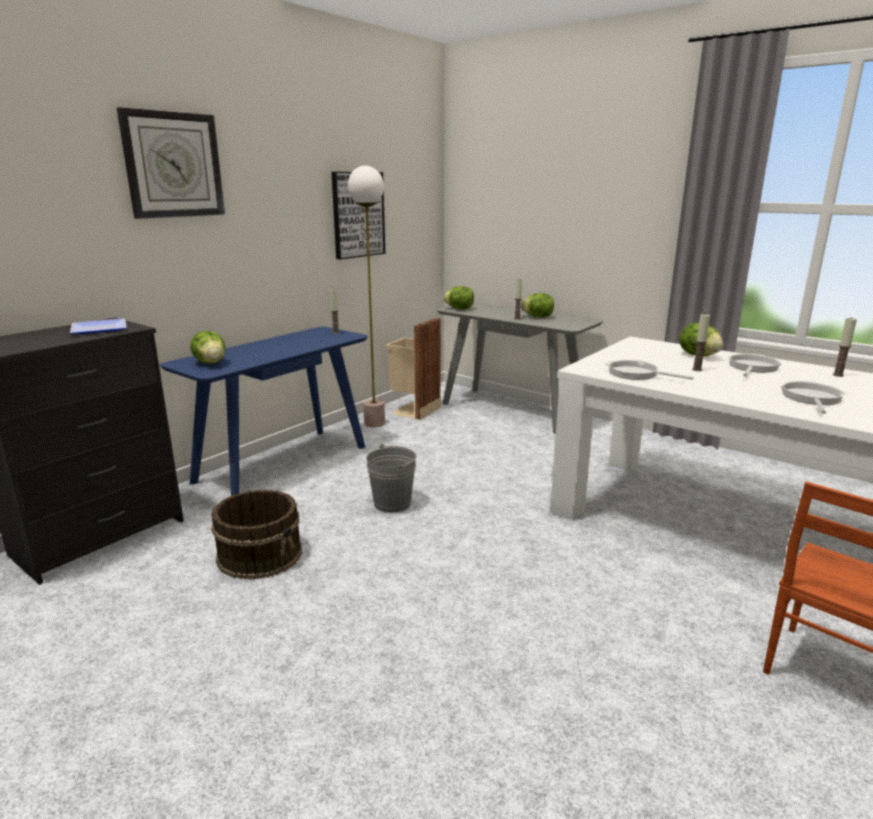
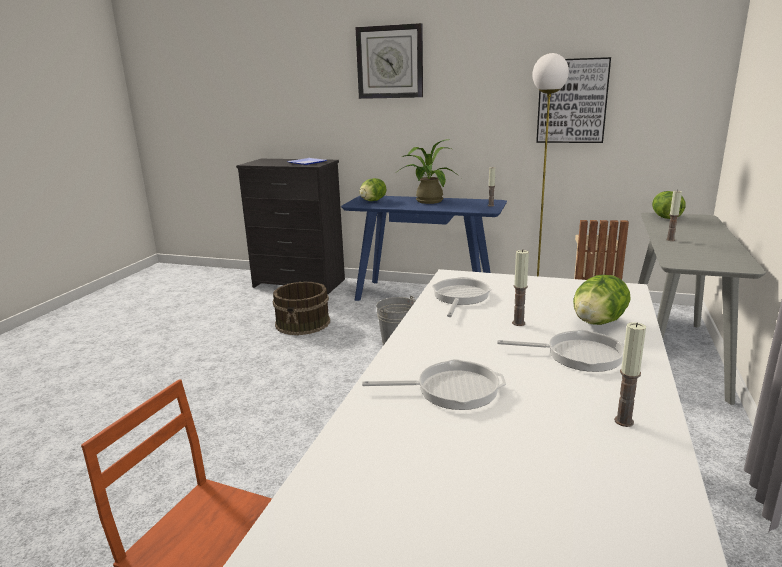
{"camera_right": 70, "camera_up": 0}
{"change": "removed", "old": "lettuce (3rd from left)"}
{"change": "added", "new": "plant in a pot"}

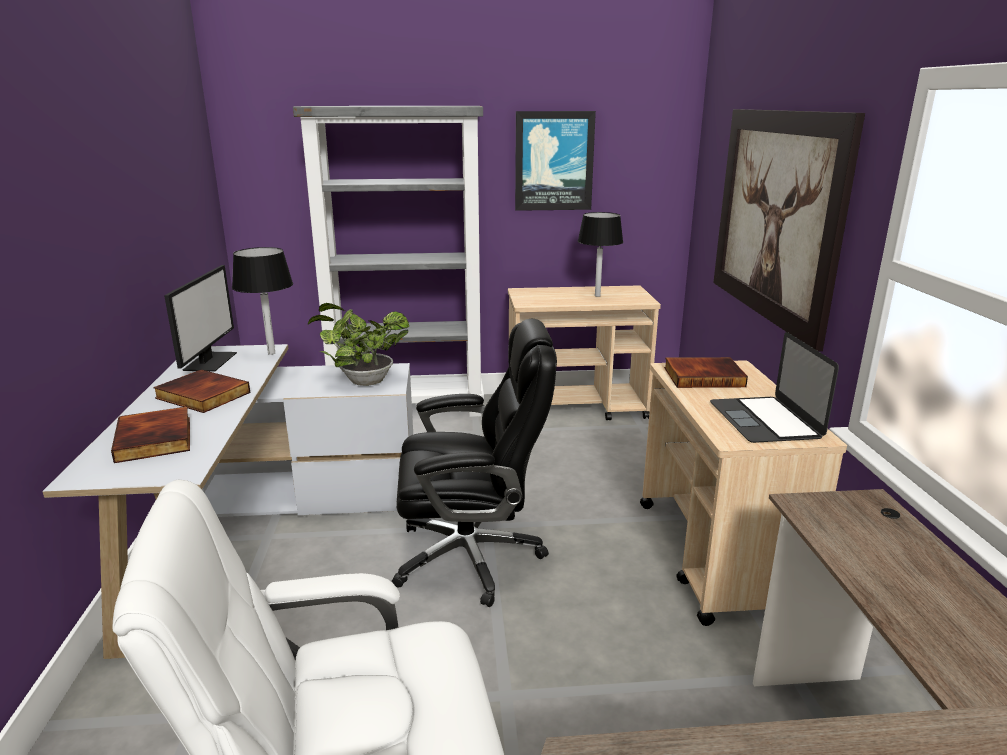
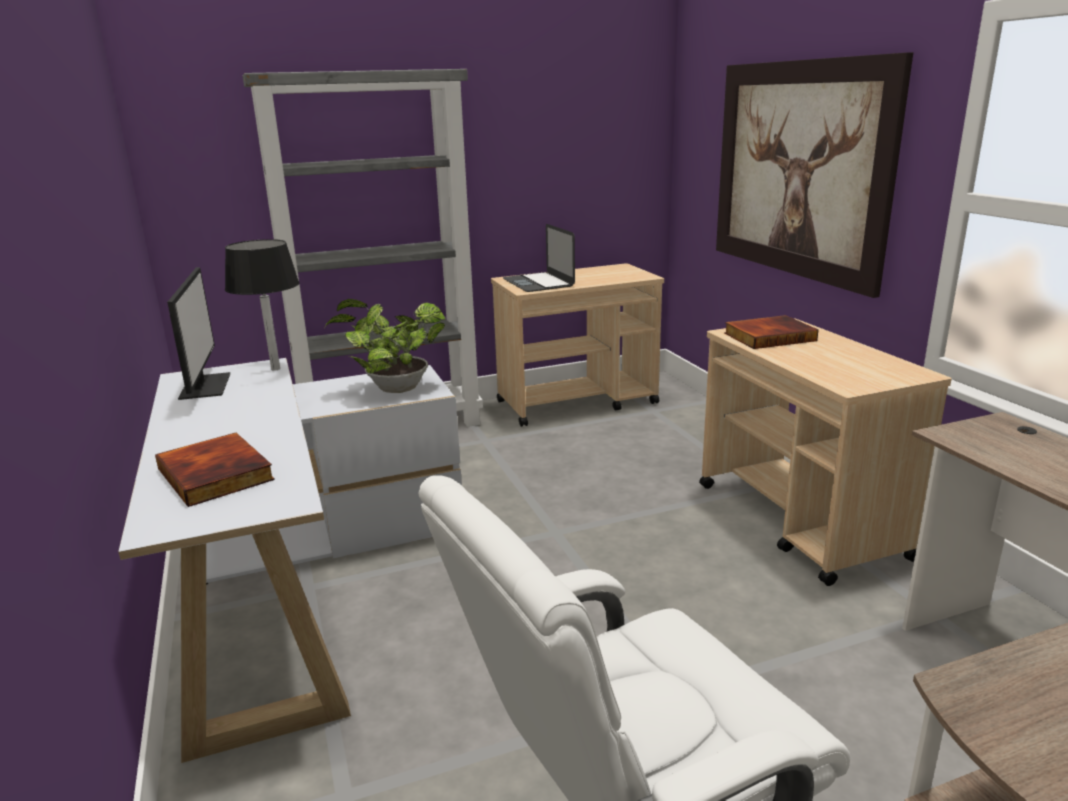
{"camera_right": -15, "camera_up": 0}
{"change": "removed", "old": "wall art (1st from left)"}
{"change": "removed", "old": "blackish lamp for a table (2nd from left)"}
{"change": "removed", "old": "blackish office chair"}
{"change": "moved", "old": "portable computer"}
{"change": "removed", "old": "bound book (2nd from left)"}

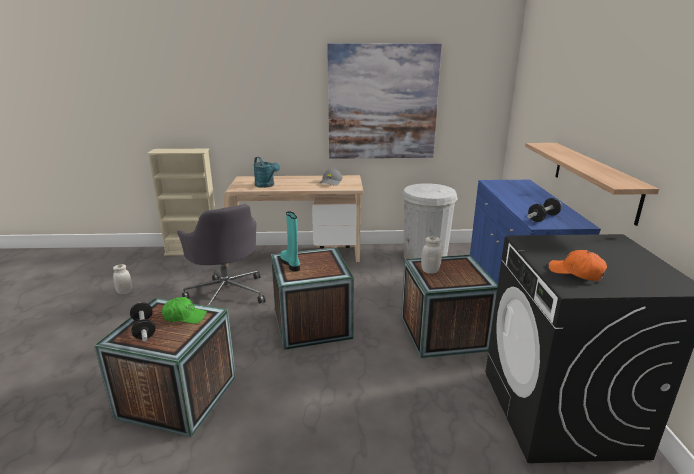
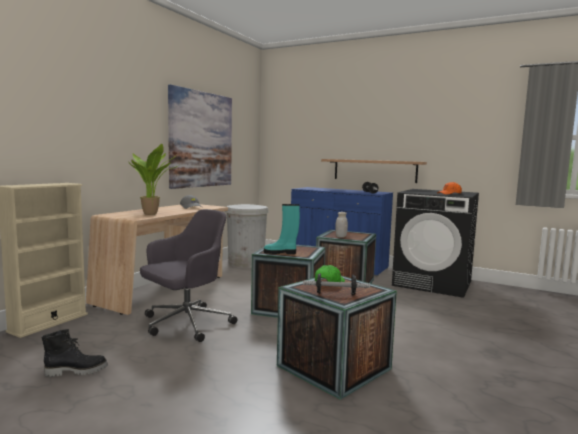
{"camera_right": -60, "camera_up": -15}
{"change": "replaced", "old": "turquoise watering can", "new": "plant in a pot"}
{"change": "turned", "old": "gray office chair", "degrees": -45}
{"change": "replaced", "old": "white-coloured storage jar (1st from left)", "new": "blackish tall boot"}

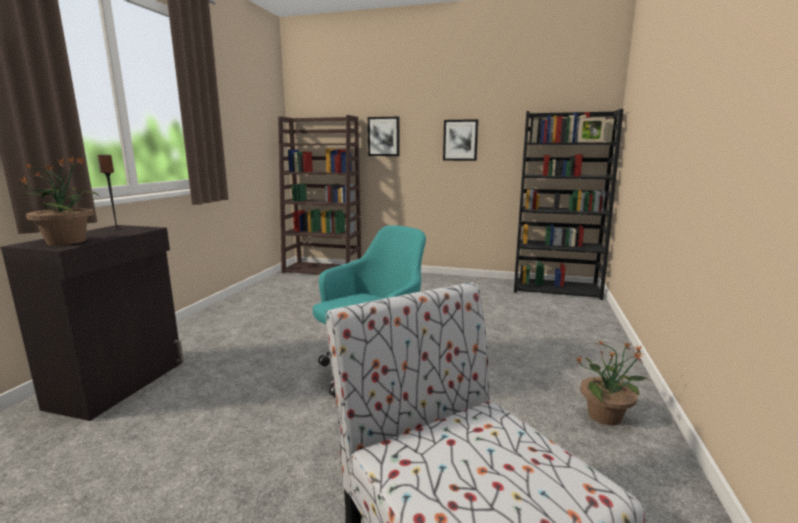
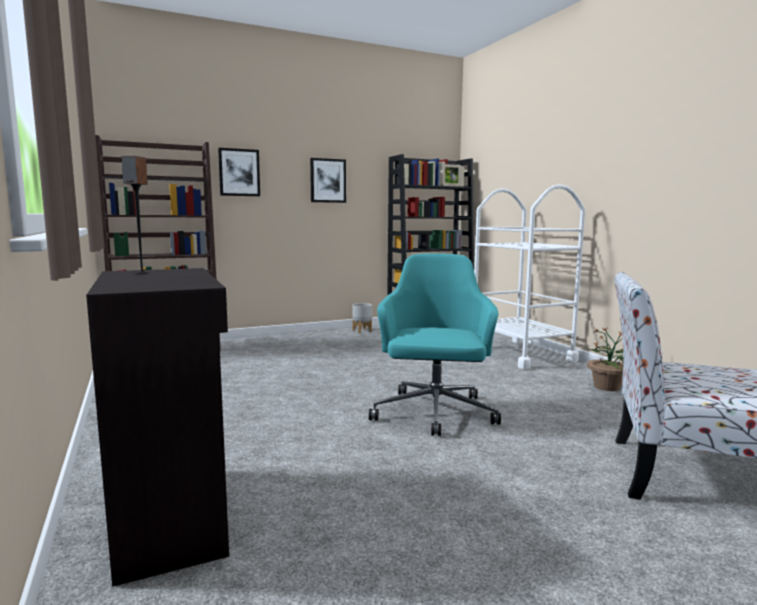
{"camera_right": -40, "camera_up": -5}
{"change": "removed", "old": "plant in a pot (1st from left)"}
{"change": "added", "new": "white-coloured trolley"}
{"change": "added", "new": "gray plant pot"}

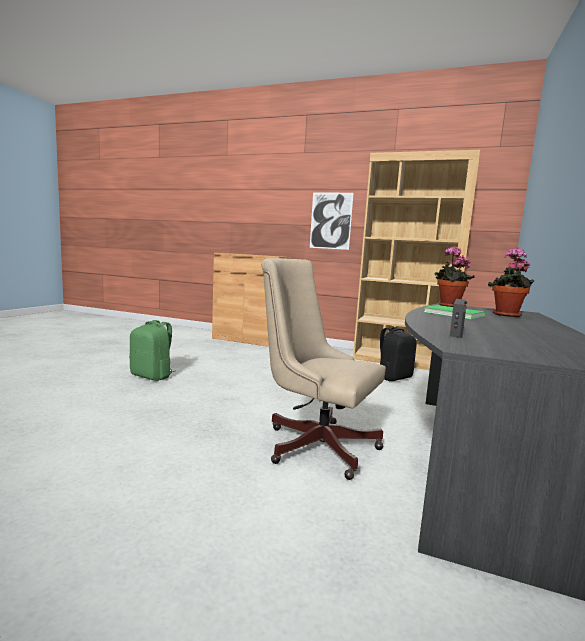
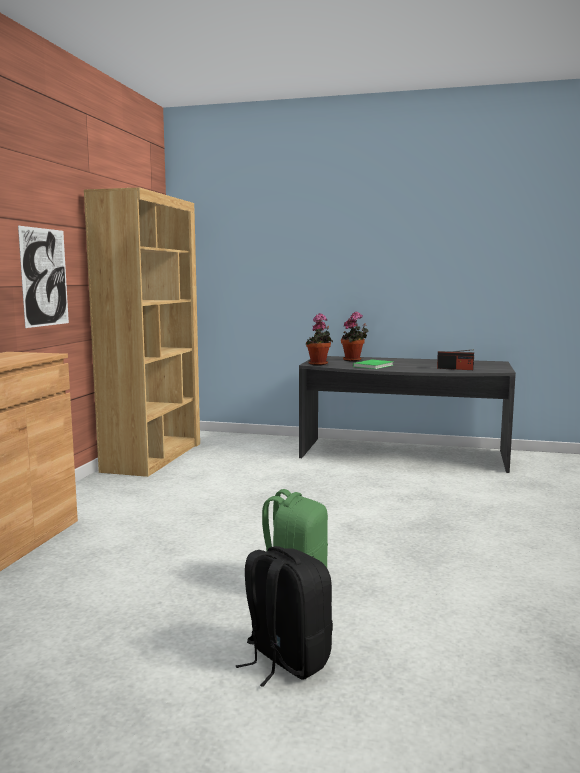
{"camera_right": -95, "camera_up": 0}
{"change": "removed", "old": "beige-coloured office chair"}
{"change": "moved", "old": "blackish backpack"}

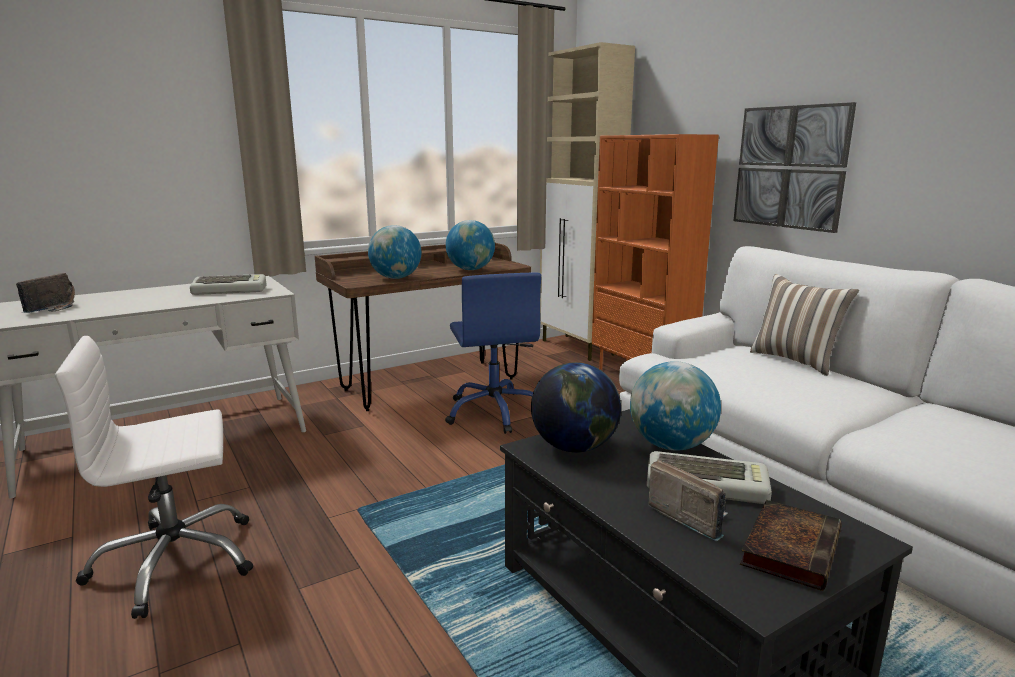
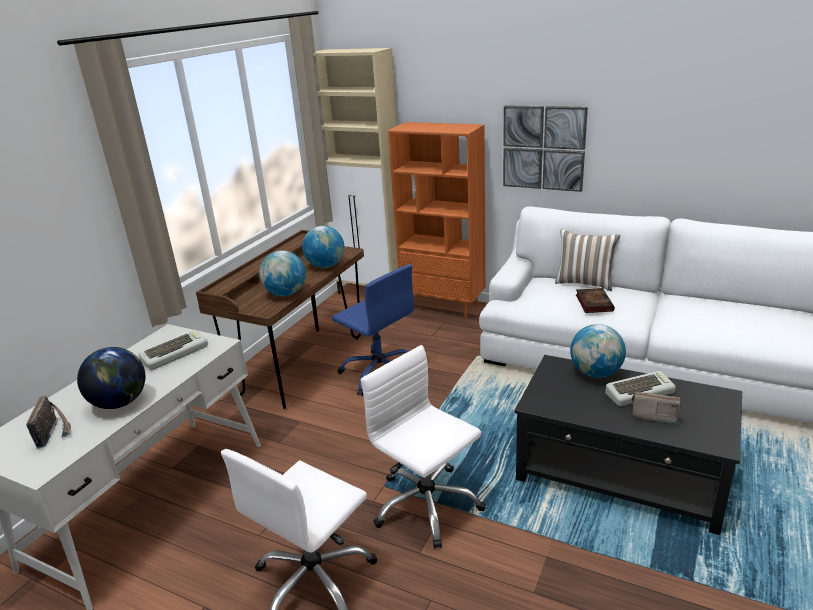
{"camera_right": -30, "camera_up": 10}
{"change": "moved", "old": "desk globe (3rd from left in the first image)", "new": "desk globe (1st from left)"}
{"change": "moved", "old": "bound book"}
{"change": "added", "new": "white-coloured office chair (2nd from left)"}

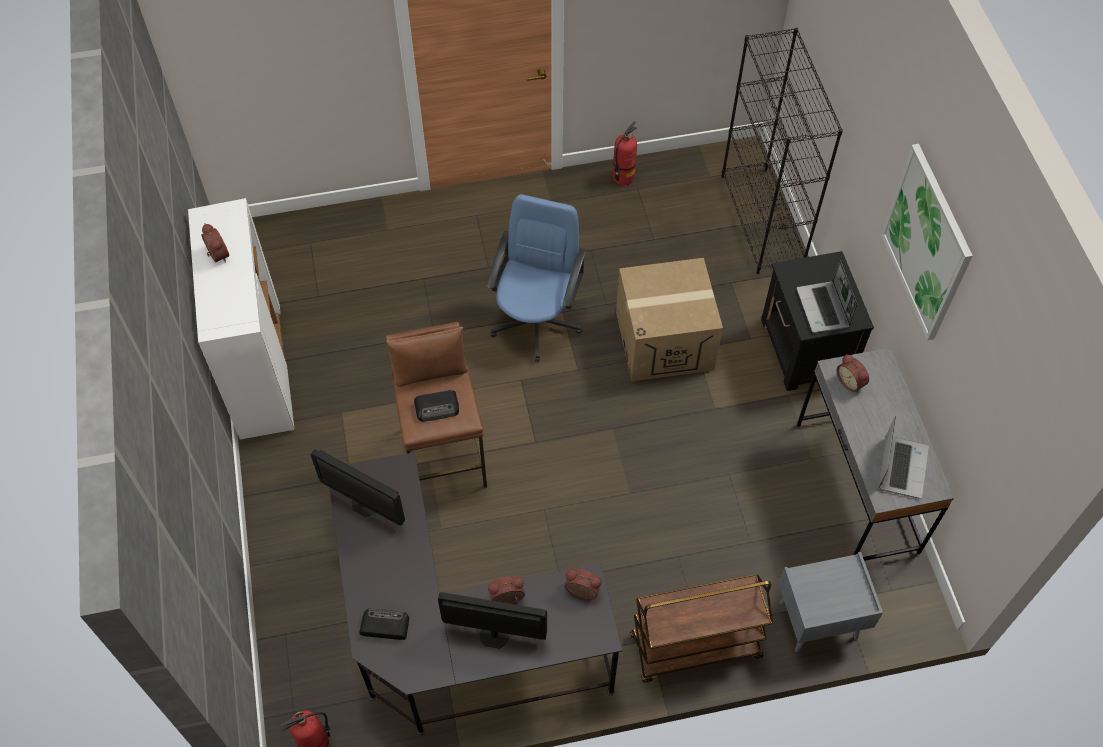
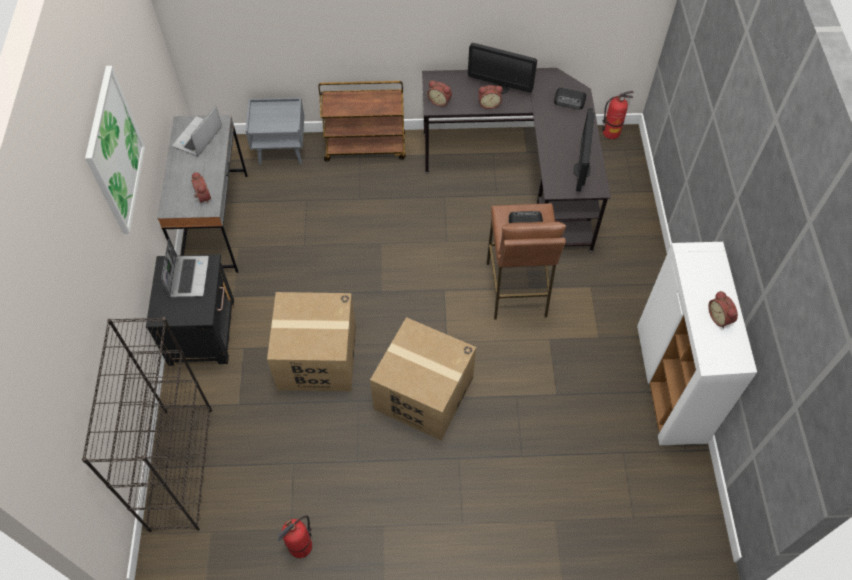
{"camera_right": -170, "camera_up": 0}
{"change": "replaced", "old": "blue-coloured office chair", "new": "cardboard box (2nd from left)"}
{"change": "turned", "old": "computer screen (1st from left in the first image)", "degrees": -120}

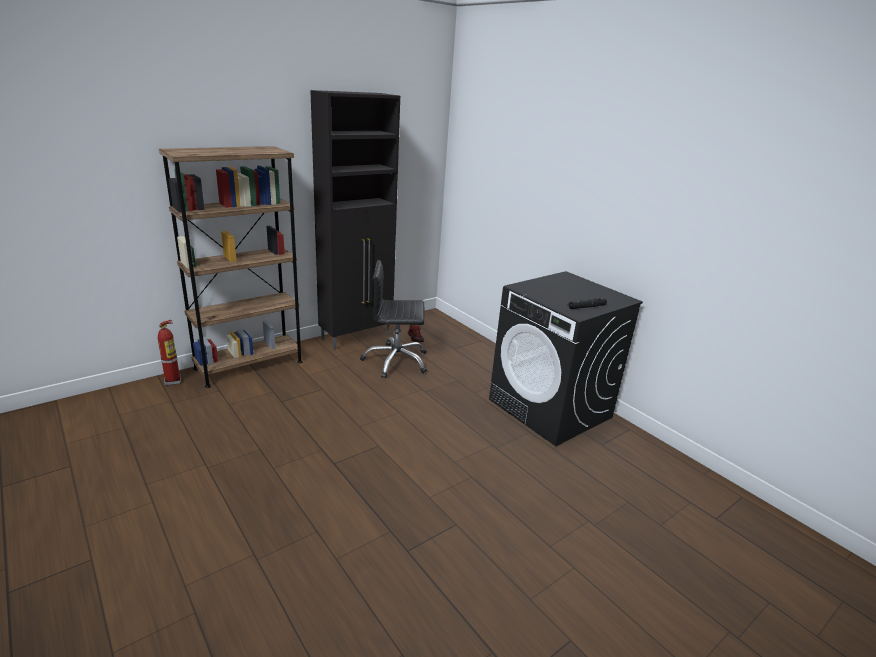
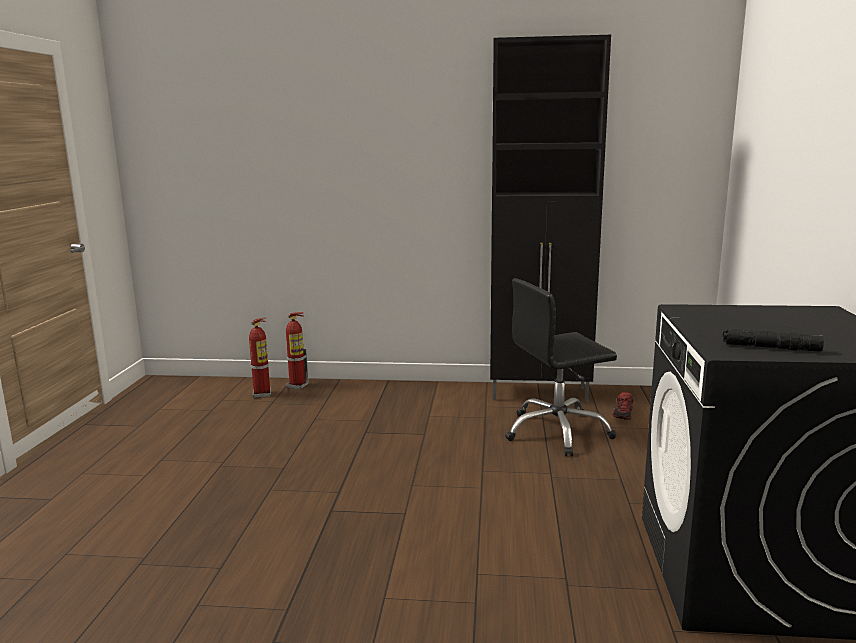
{"camera_right": 45, "camera_up": -10}
{"change": "removed", "old": "brownish bookcase"}
{"change": "turned", "old": "blackish office chair", "degrees": -60}
{"change": "added", "new": "extinguisher (1st from left)"}

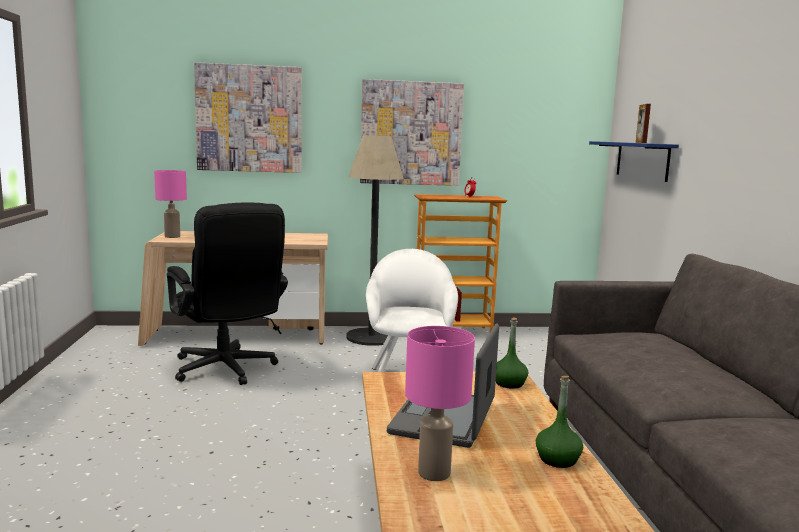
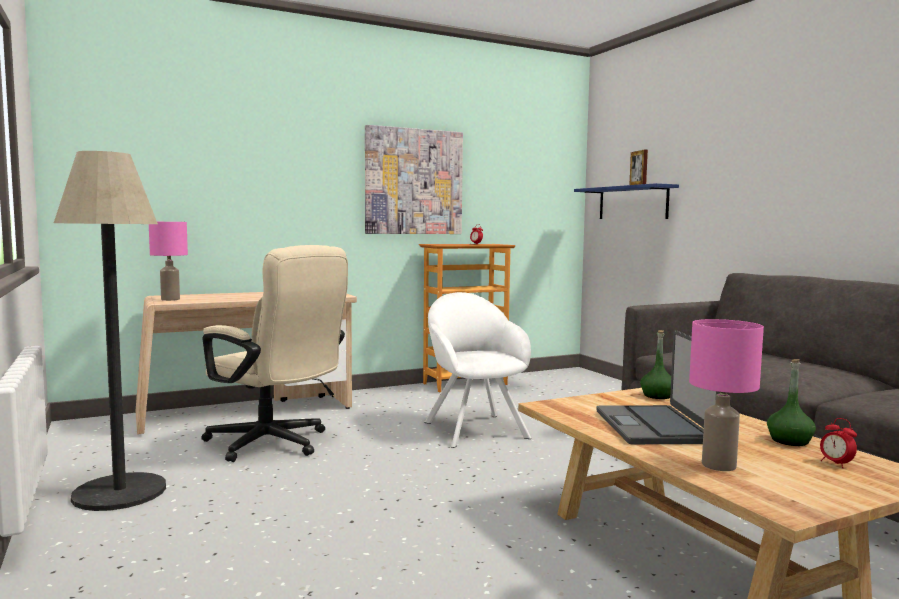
{"camera_right": -20, "camera_up": -5}
{"change": "removed", "old": "wall art (1st from left)"}
{"change": "moved", "old": "standard lamp"}
{"change": "recoloured", "old": "blackish office chair", "new": "beige-coloured office chair"}
{"change": "added", "new": "alarm clock (2nd from left)"}

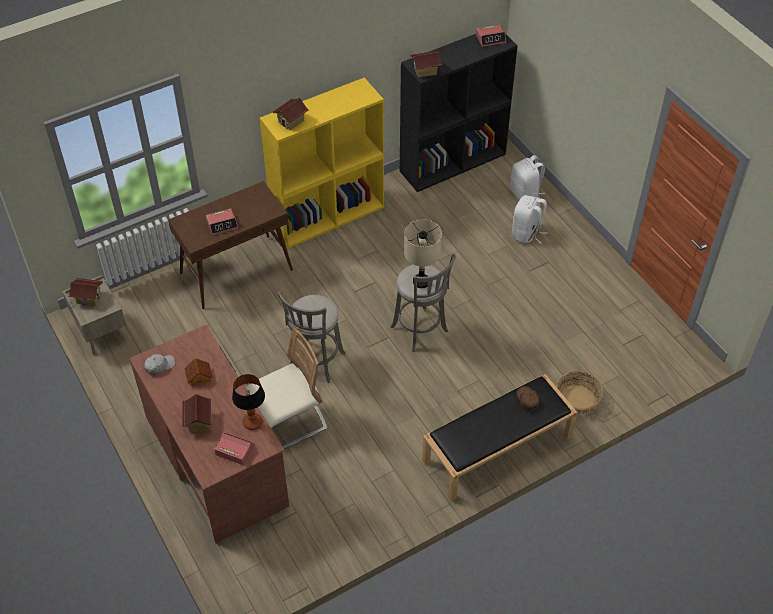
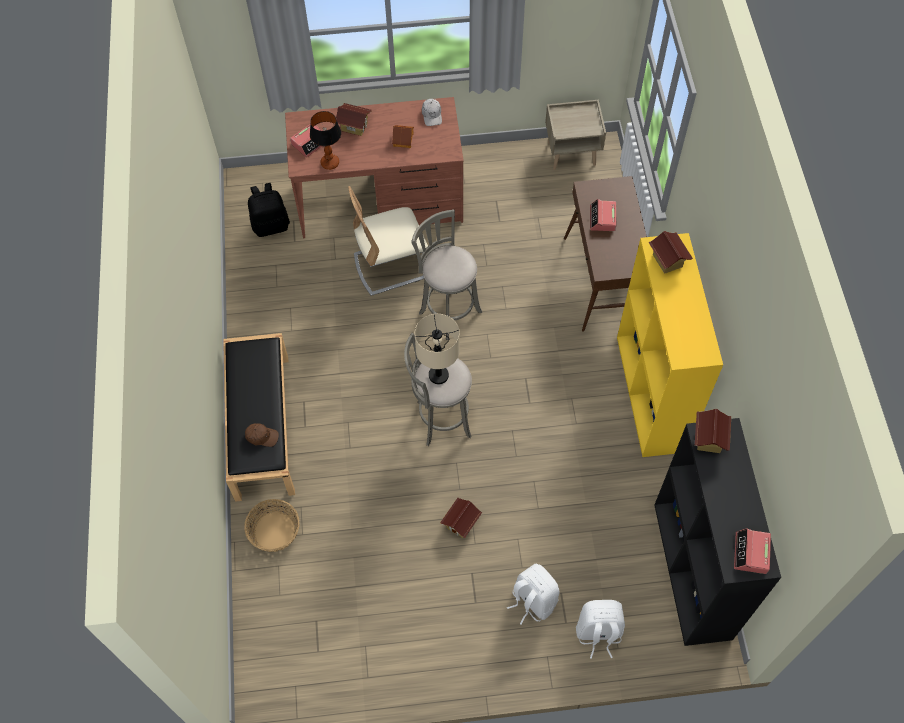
{"camera_right": 115, "camera_up": 10}
{"change": "moved", "old": "toy house (1st from left in the first image)", "new": "toy house (3rd from left)"}
{"change": "turned", "old": "beige-coloured chair", "degrees": 75}
{"change": "added", "new": "blackish backpack"}

